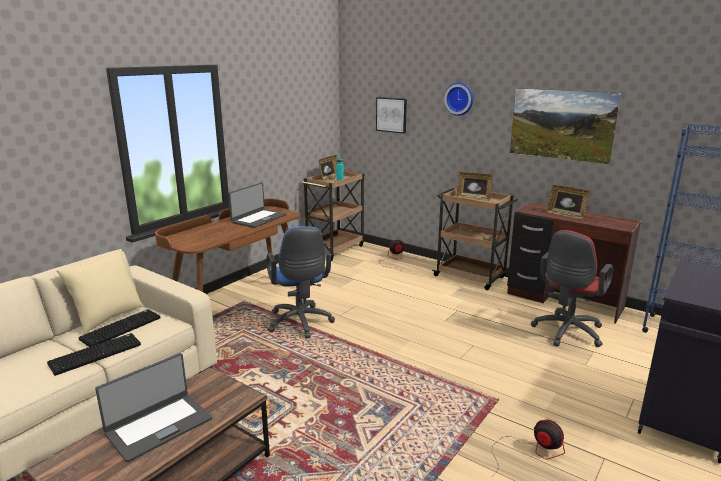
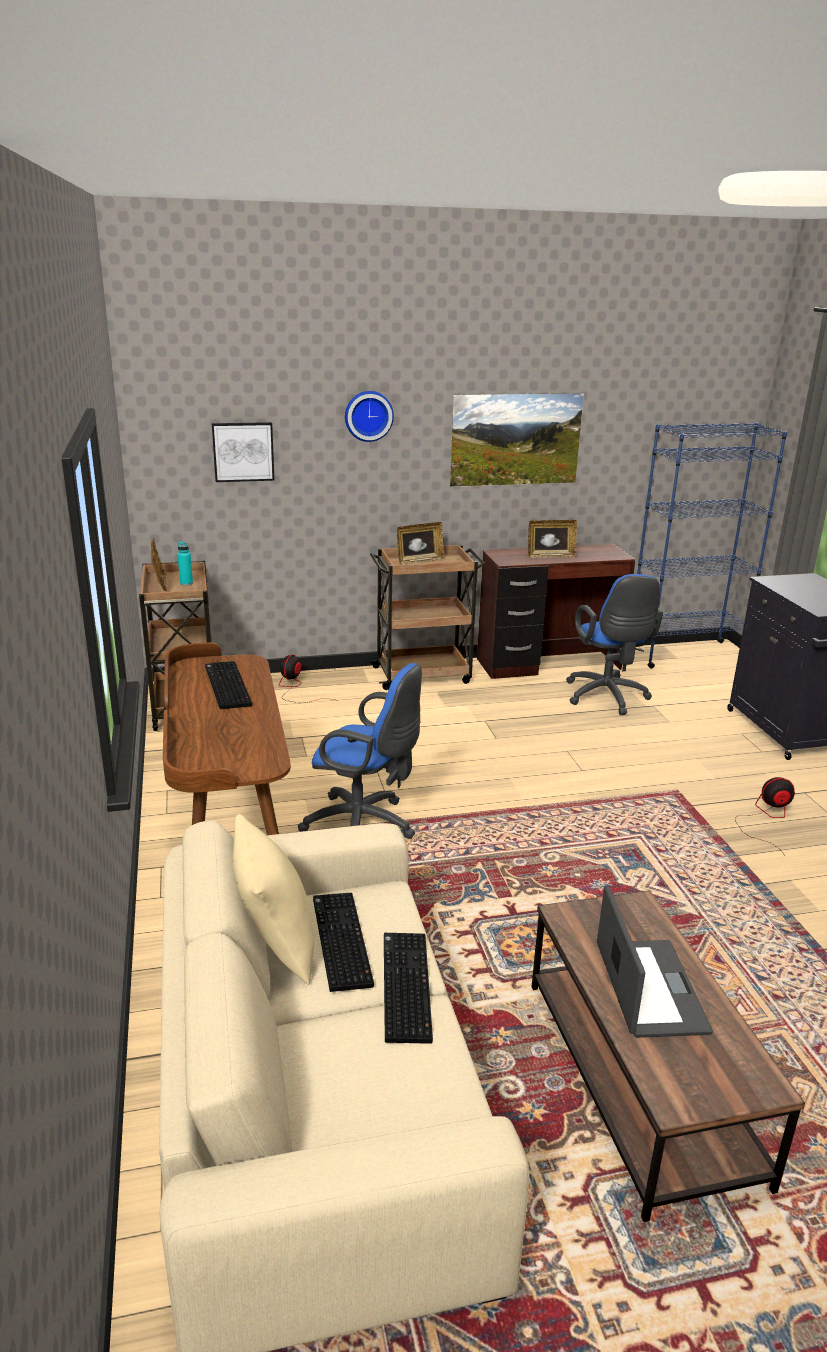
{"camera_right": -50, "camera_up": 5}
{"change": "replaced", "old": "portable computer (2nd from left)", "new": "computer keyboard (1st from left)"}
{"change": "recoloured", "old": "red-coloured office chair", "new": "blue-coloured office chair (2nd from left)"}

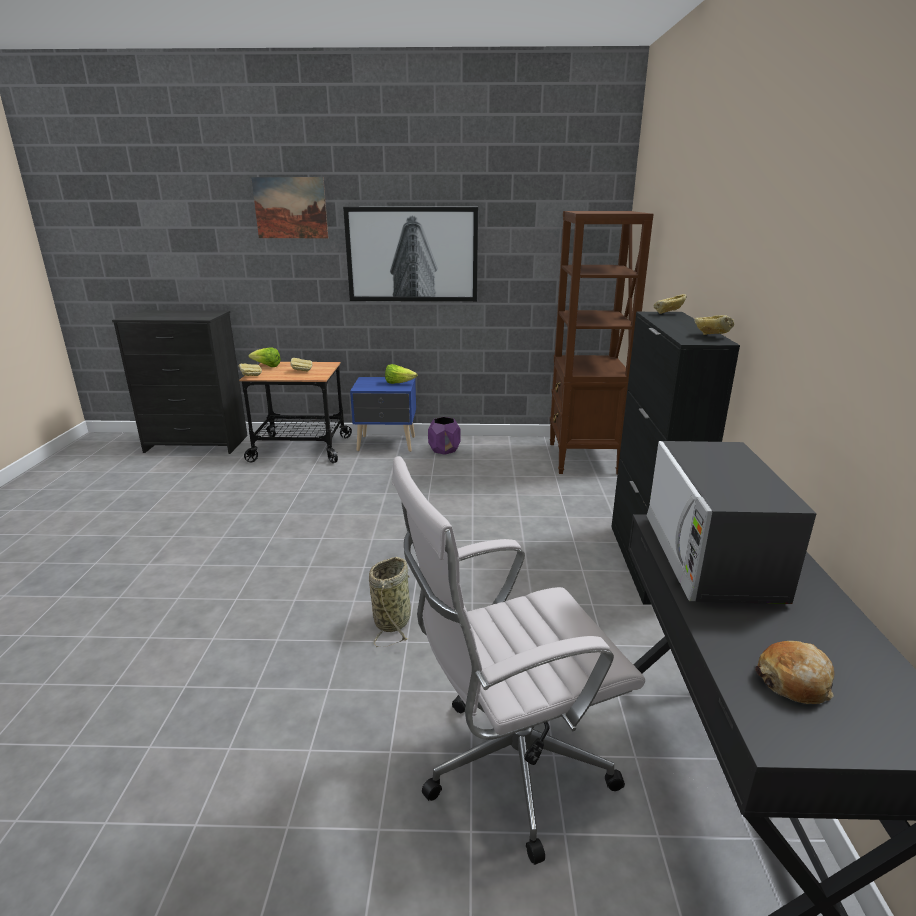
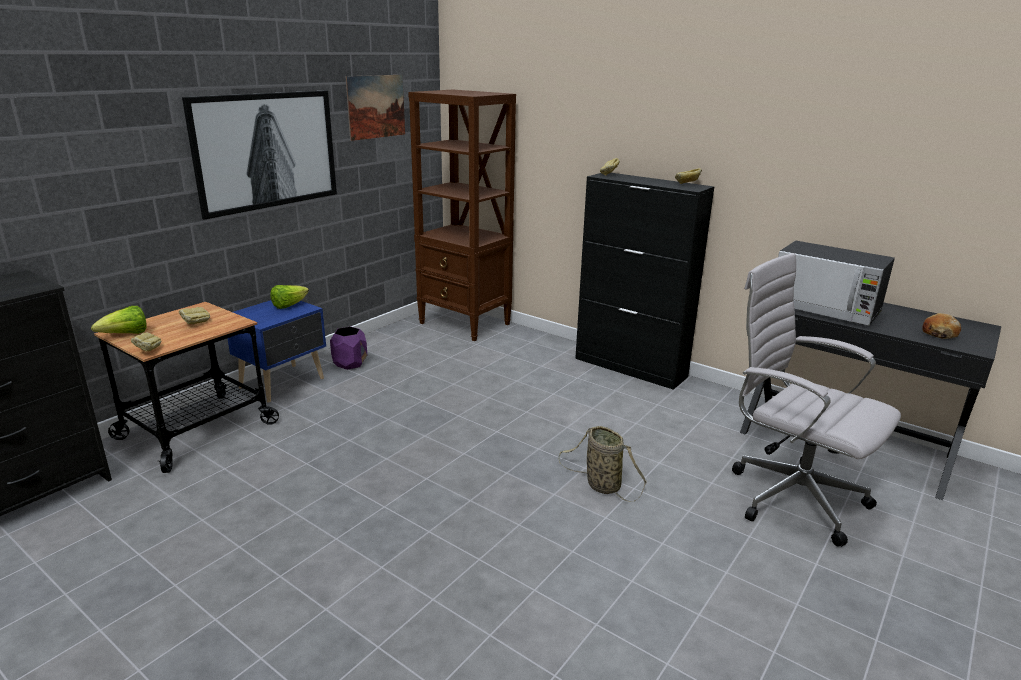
{"camera_right": -55, "camera_up": 0}
{"change": "moved", "old": "wall art (1st from left in the first image)", "new": "wall art (2nd from left)"}
{"change": "turned", "old": "white-coloured office chair", "degrees": 120}

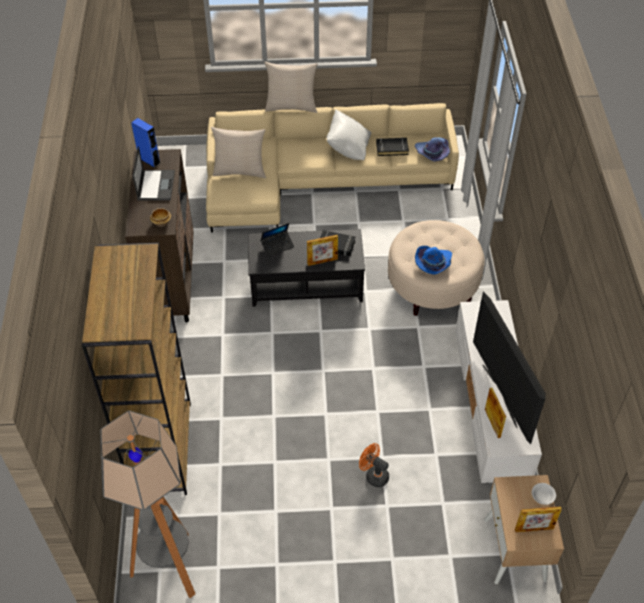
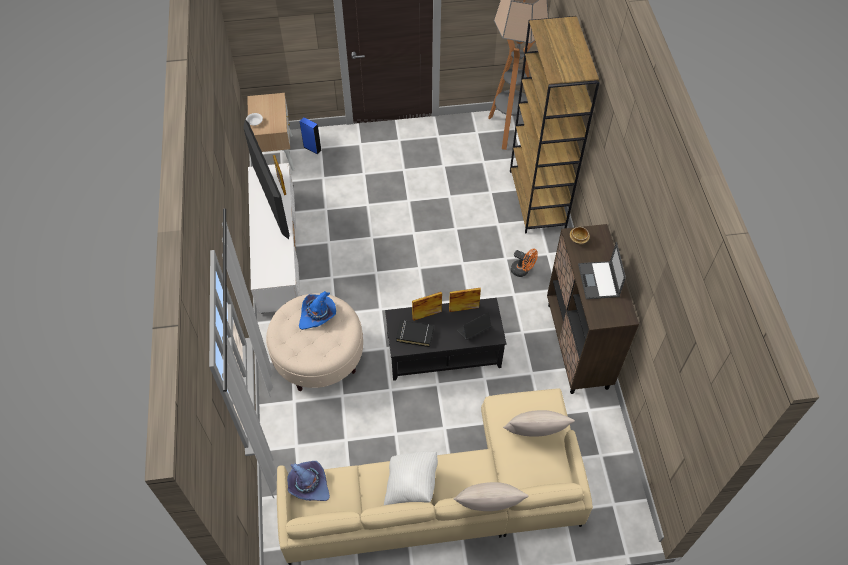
{"camera_right": 175, "camera_up": 5}
{"change": "moved", "old": "blue-coloured audio speaker"}
{"change": "removed", "old": "blackish bound book (2nd from left)"}
{"change": "moved", "old": "orange-coloured electric fan"}
{"change": "moved", "old": "photo frame (3rd from left)"}

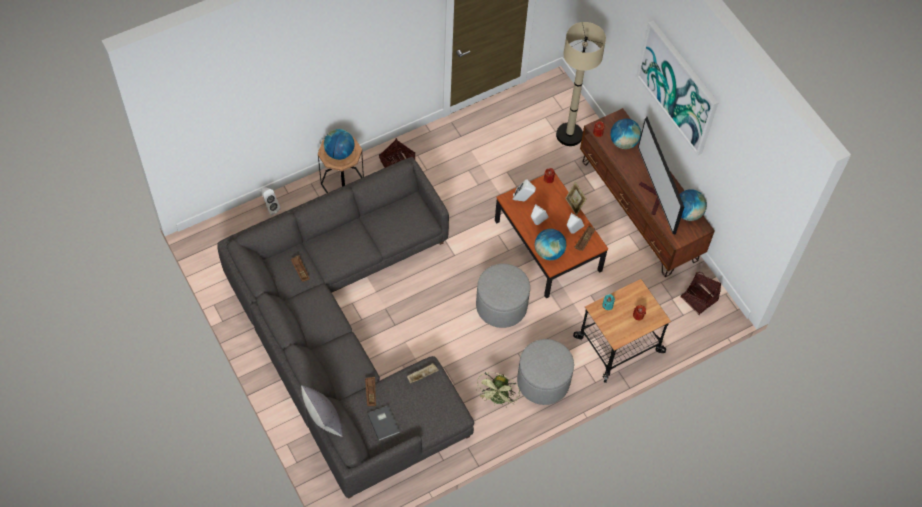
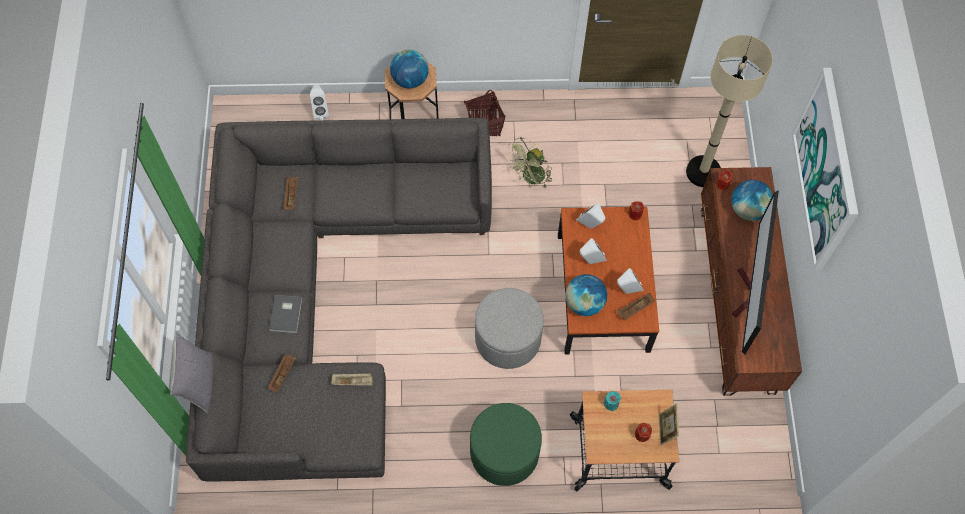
{"camera_right": 30, "camera_up": 5}
{"change": "moved", "old": "photo frame"}
{"change": "removed", "old": "desk globe (4th from left)"}
{"change": "removed", "old": "household basket (2nd from left)"}
{"change": "recoloured", "old": "gray footrest (2nd from left)", "new": "greenish footrest"}
{"change": "moved", "old": "greenish electric fan"}
{"change": "moved", "old": "gray bound book"}

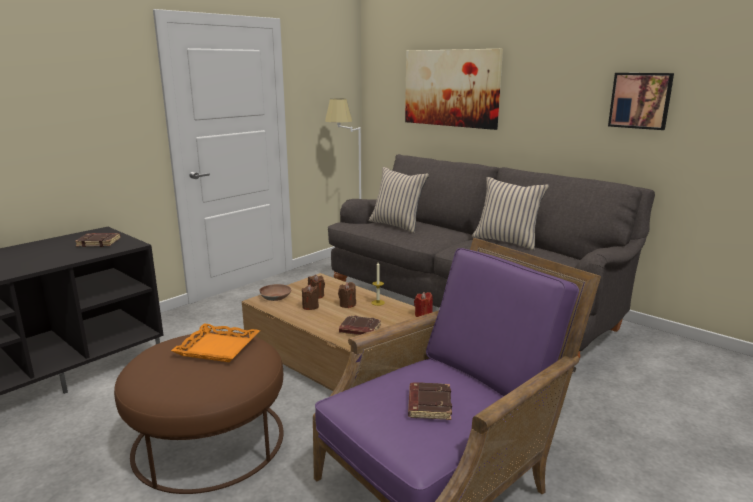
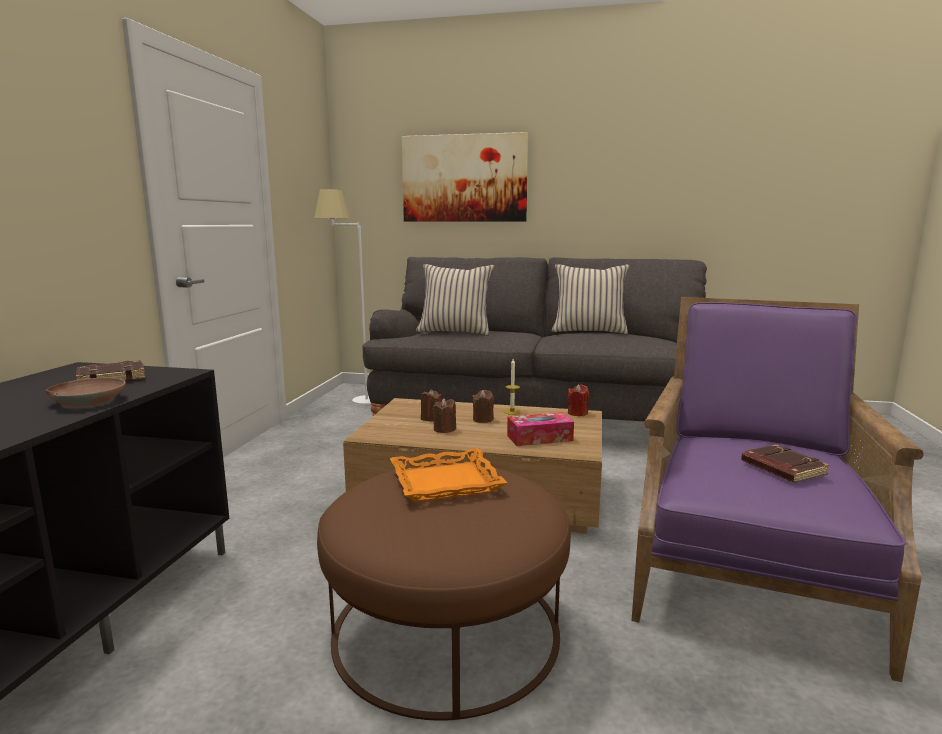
{"camera_right": -30, "camera_up": -5}
{"change": "removed", "old": "wall art (2nd from left)"}
{"change": "moved", "old": "brownish deep dish"}
{"change": "replaced", "old": "brownish bound book (2nd from left)", "new": "box of tissues"}

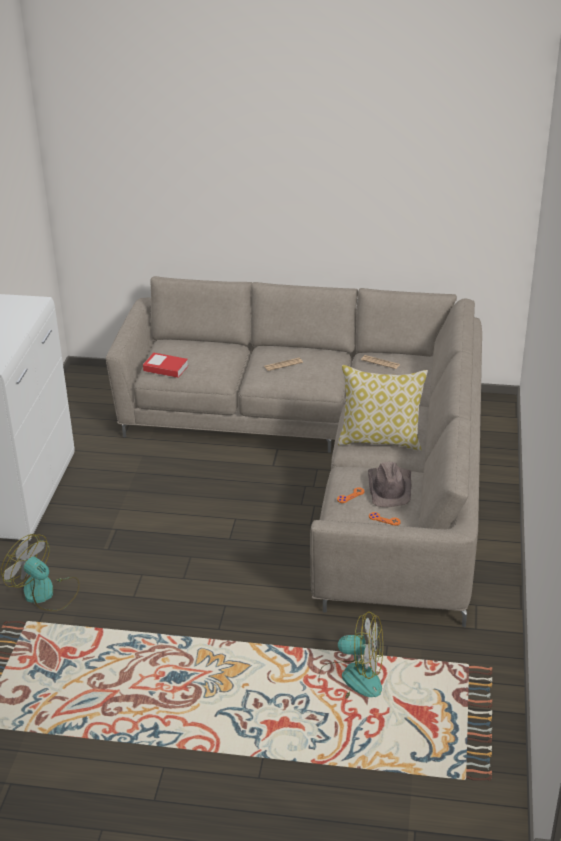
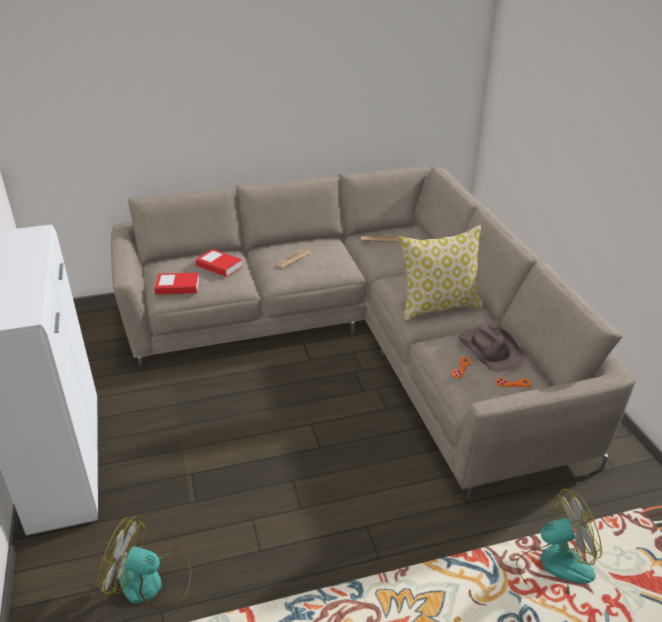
{"camera_right": -25, "camera_up": 0}
{"change": "added", "new": "bound book (2nd from left)"}

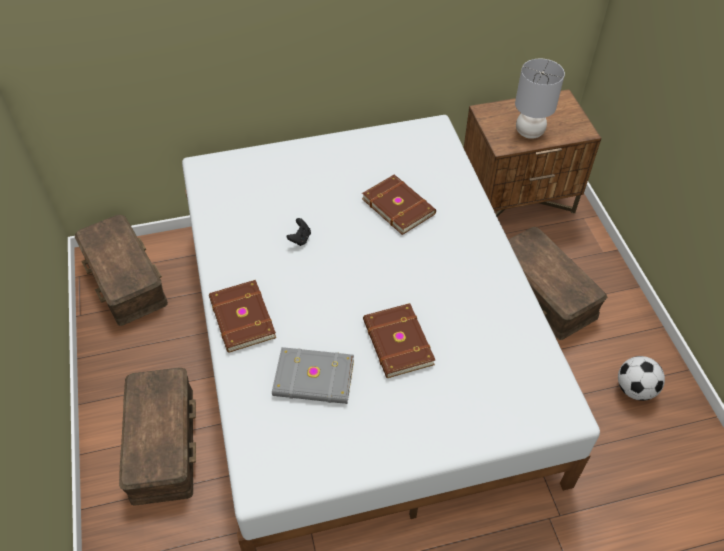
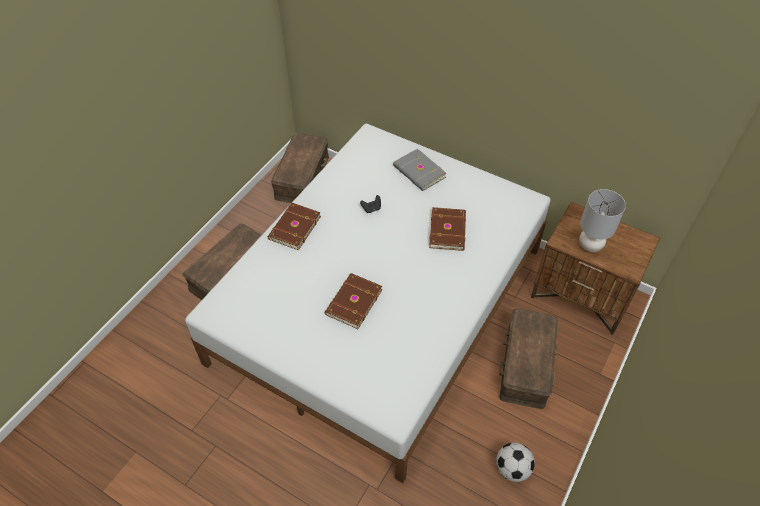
{"camera_right": 45, "camera_up": 0}
{"change": "moved", "old": "gray bound book"}

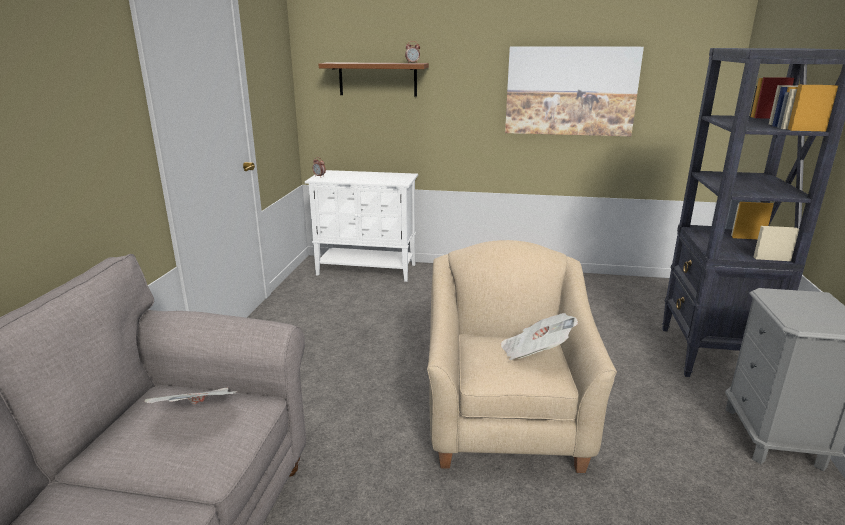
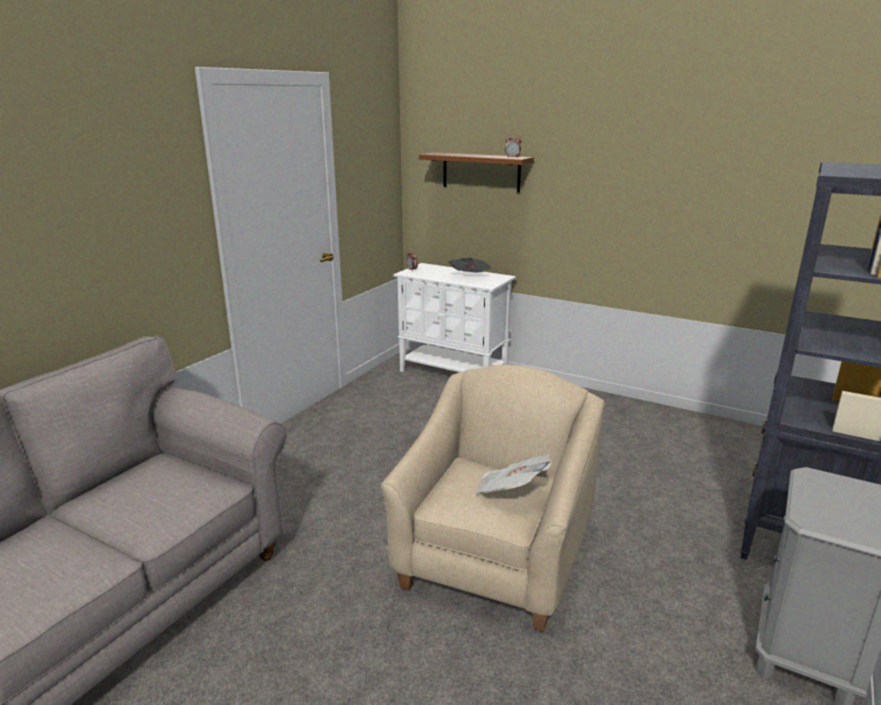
{"camera_right": 20, "camera_up": 0}
{"change": "removed", "old": "wall art"}
{"change": "moved", "old": "daily paper (1st from left)"}

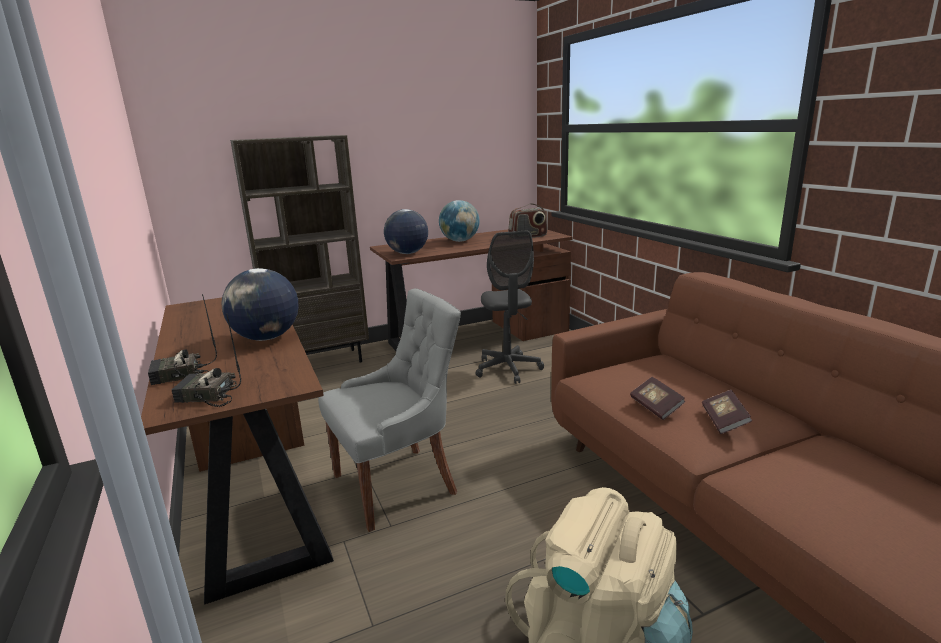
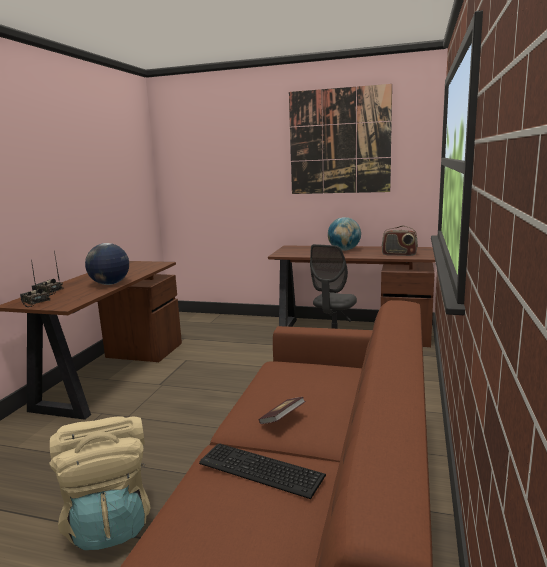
{"camera_right": 40, "camera_up": -5}
{"change": "removed", "old": "brownish bookcase"}
{"change": "removed", "old": "desk globe (2nd from left)"}
{"change": "removed", "old": "gray chair"}
{"change": "removed", "old": "bound book (1st from left)"}
{"change": "added", "new": "wall art"}
{"change": "added", "new": "computer keyboard"}

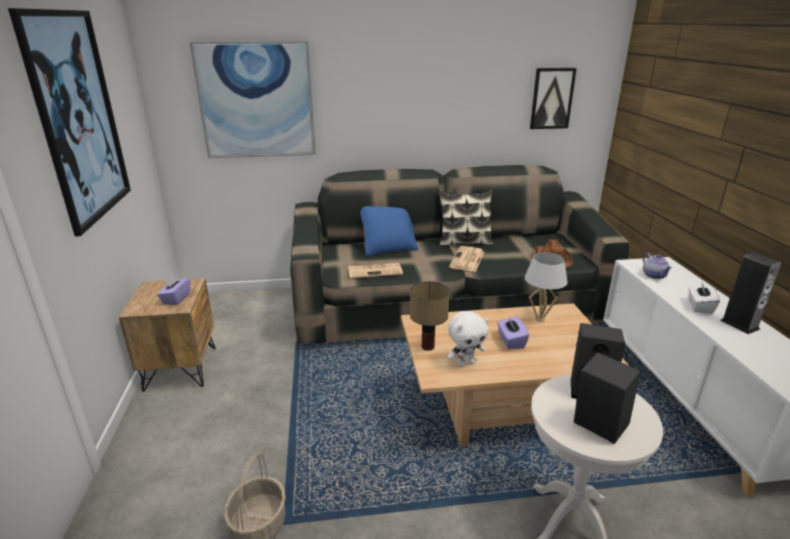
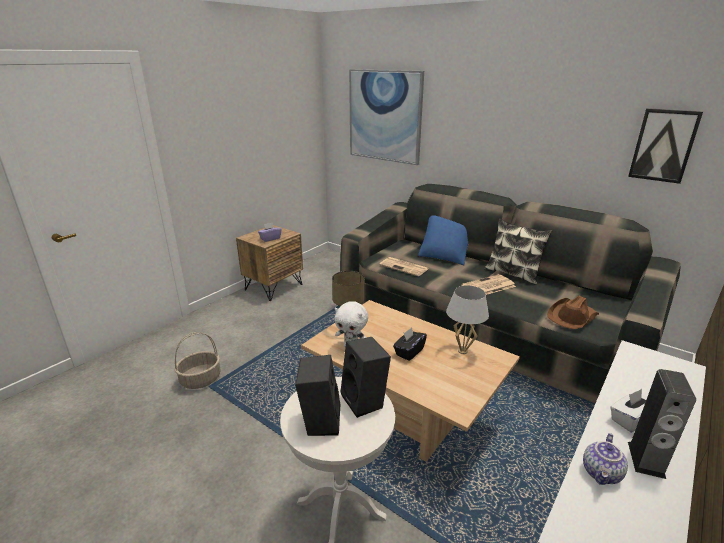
{"camera_right": 45, "camera_up": 0}
{"change": "removed", "old": "wall art (1st from left)"}
{"change": "moved", "old": "teapot"}
{"change": "recoloured", "old": "purplish box of tissues (2nd from left)", "new": "blackish box of tissues"}

